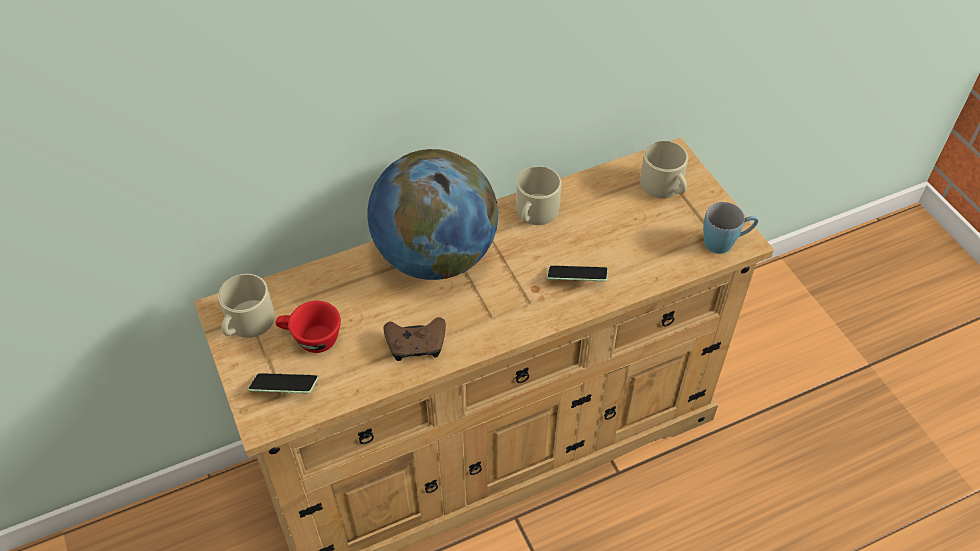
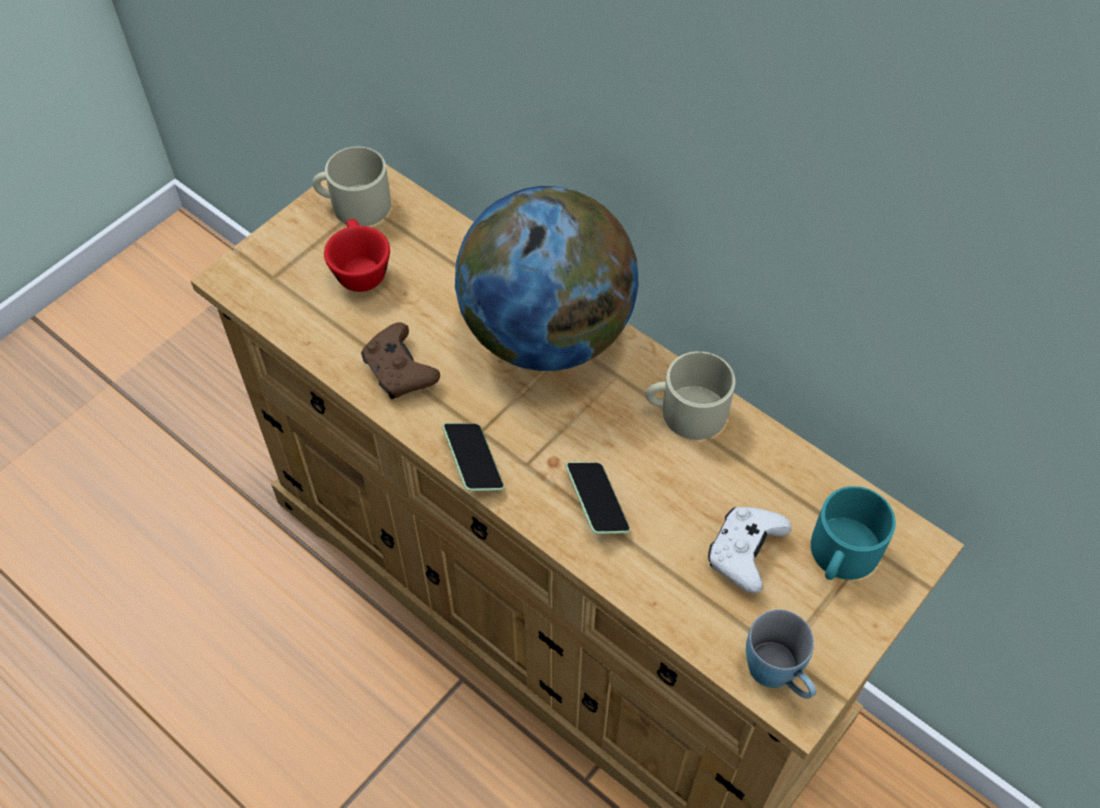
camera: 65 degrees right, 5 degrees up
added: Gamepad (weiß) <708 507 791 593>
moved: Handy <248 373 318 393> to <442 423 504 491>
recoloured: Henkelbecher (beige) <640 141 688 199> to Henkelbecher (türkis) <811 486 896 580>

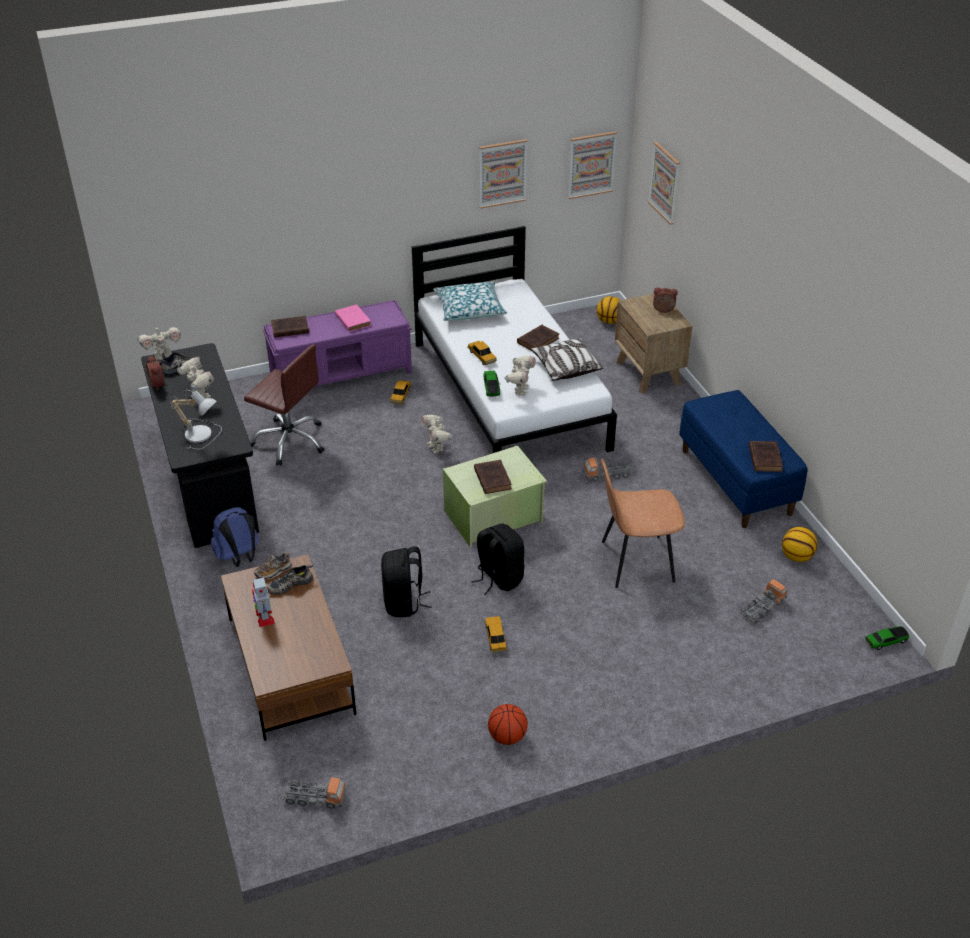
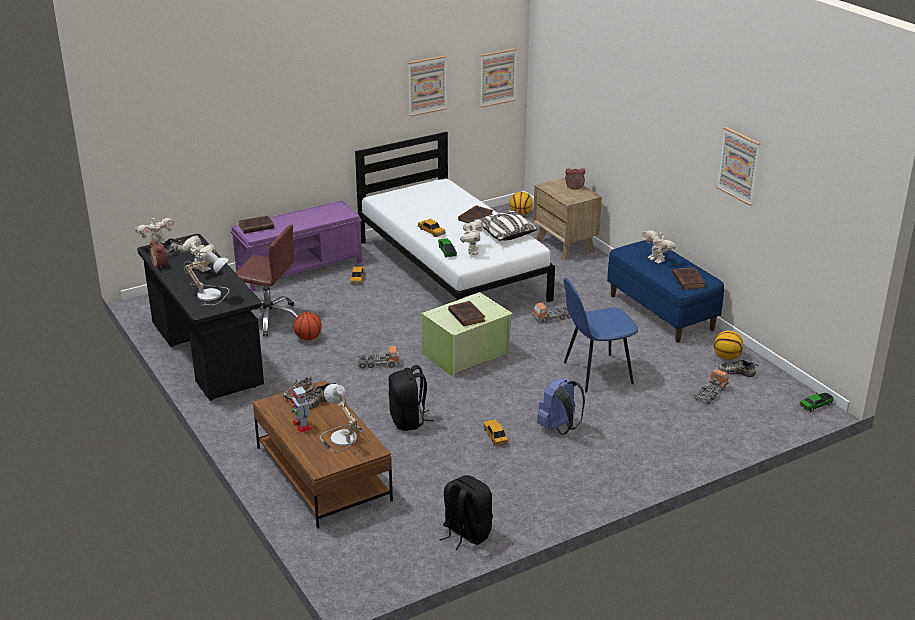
camera: 10 degrees left, 10 degrees down
removed: Buch (rosa) <335 305 371 332>; Kissen <433 282 507 321>
added: Tischlampe <320 384 363 453>; Schuh <718 360 759 377>
moved: Rucksack (blau) <211 507 259 567> to <537 378 585 435>; Spielzeuglaster <282 777 347 809> to <357 346 400 369>; Spielzeugroboter <421 415 453 453> to <642 229 677 263>; Rucksack (schwarz) <471 523 525 595> to <439 475 493 551>; Basketball <488 704 528 745> to <294 312 322 340>; Bild <648 142 680 225> to <717 127 760 205>
recoloured: Stuhl (braun) <601 458 685 588> to Stuhl (blau) <564 278 638 392>

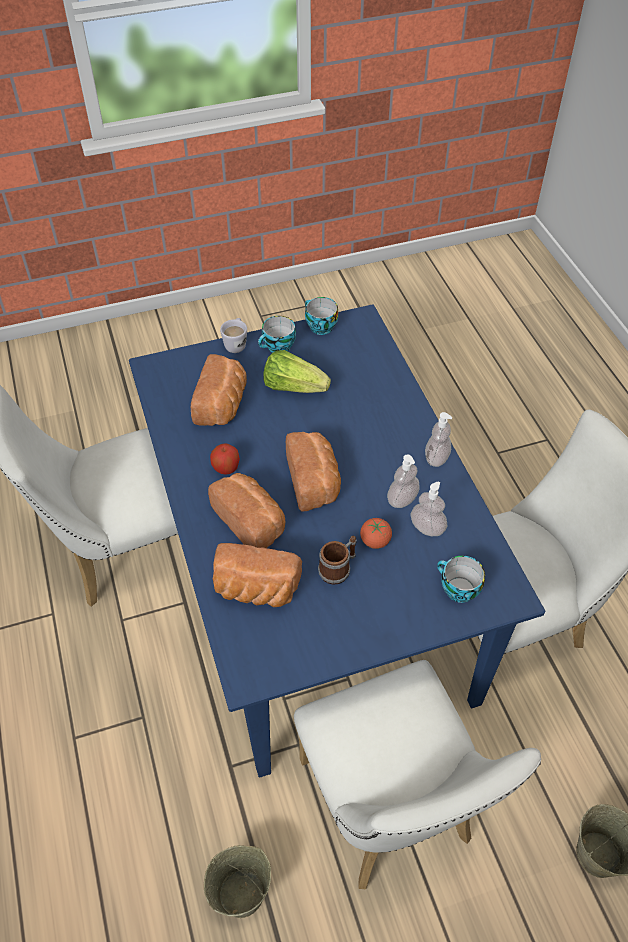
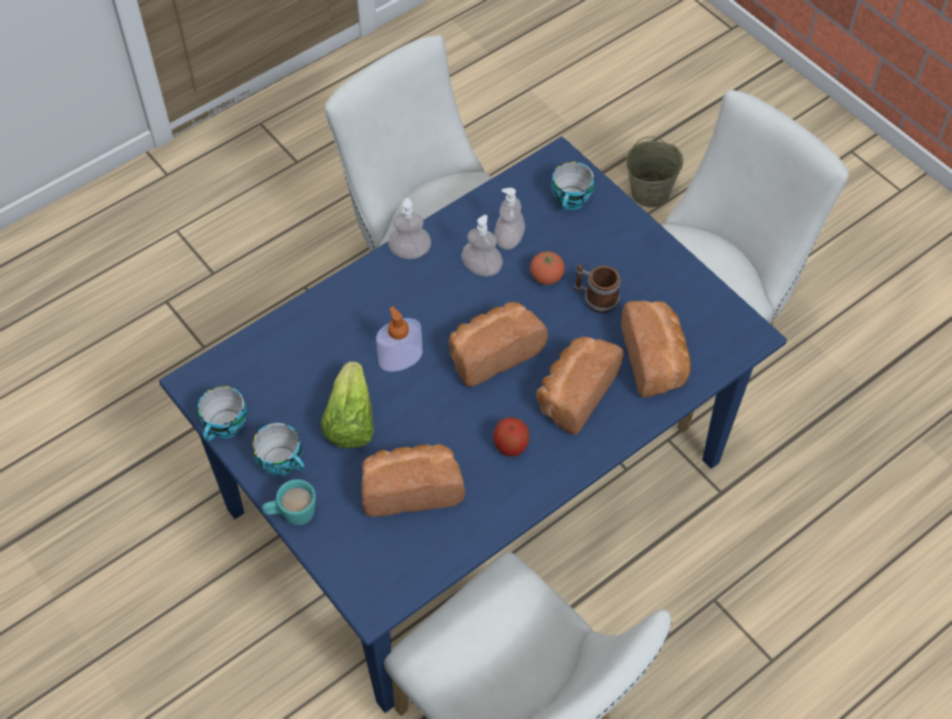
camera: 110 degrees left, 5 degrees up
removed: Eimer (beige) <204 845 271 918>
added: Seifenspender <376 306 423 372>
recoloured: Henkelbecher (weiß) <220 318 247 353> to Henkelbecher (türkis) <262 479 316 526>

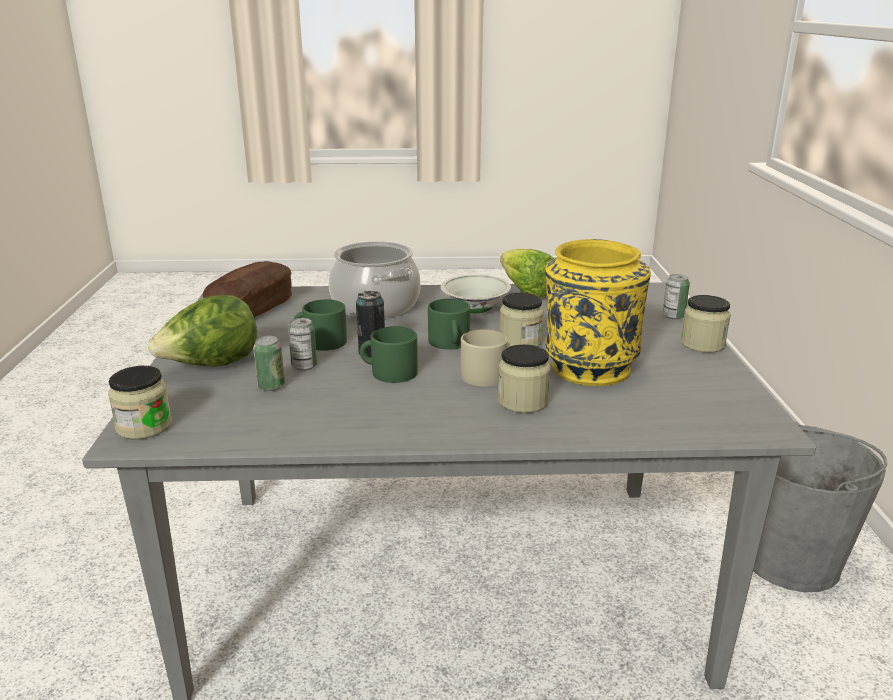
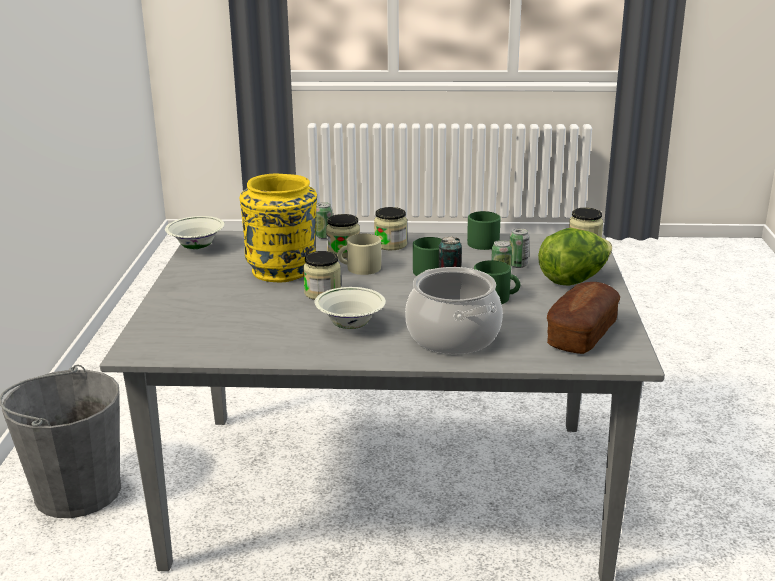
camera: 175 degrees left, 0 degrees up
removed: Salatkopf <500 249 554 298>
added: Schüssel (weiß) <165 216 225 249>
moved: Henkelbecher (grün) <428 299 470 350> to <467 211 501 250>; Dose <663 274 690 320> to <315 202 333 239>; Vorratsglas <681 295 731 353> to <374 207 407 250>

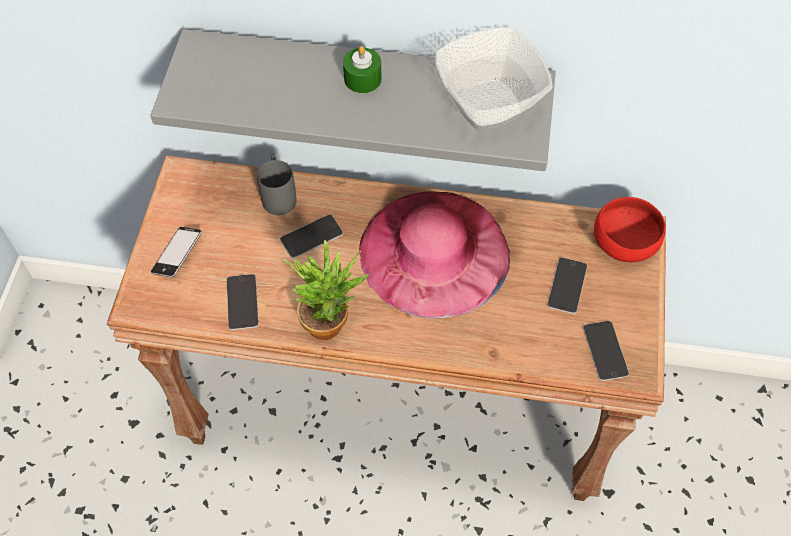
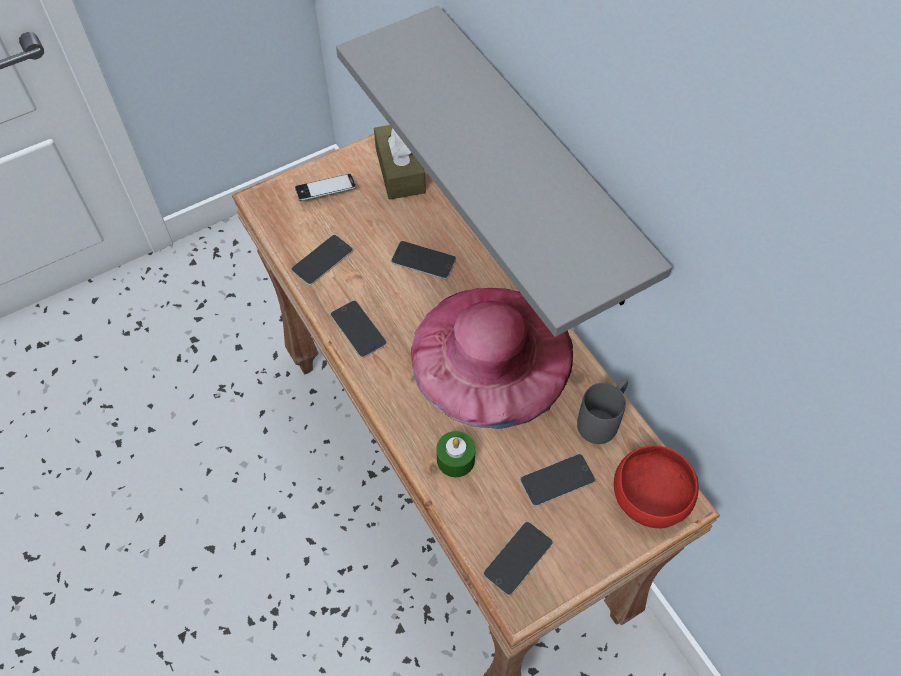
camera: 50 degrees right, 0 degrees up
removed: Schüssel <435 27 552 130>
added: Taschentuchbox (braun) <374 125 426 200>
moved: Henkelbecher (grau) <257 153 297 215> to <577 379 628 444>; Kerze (grün) <343 46 381 93> to <436 431 476 477>
replaced: Topfpflanze <283 239 370 340> to Handy <330 300 387 358>

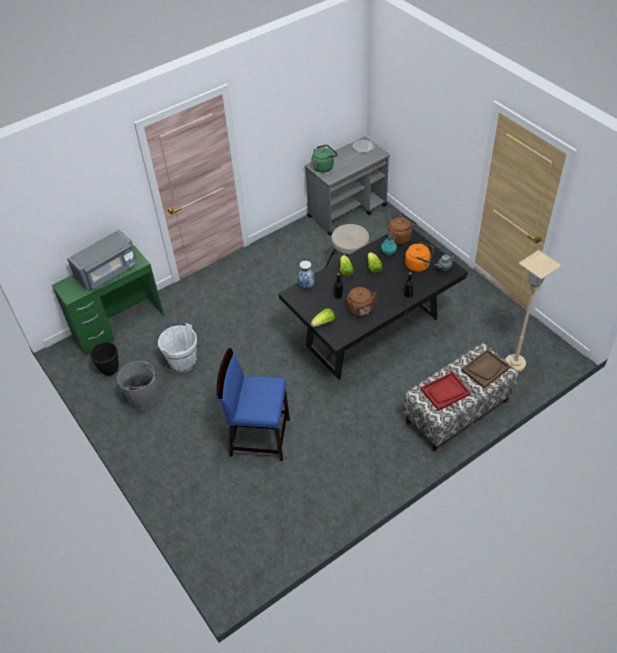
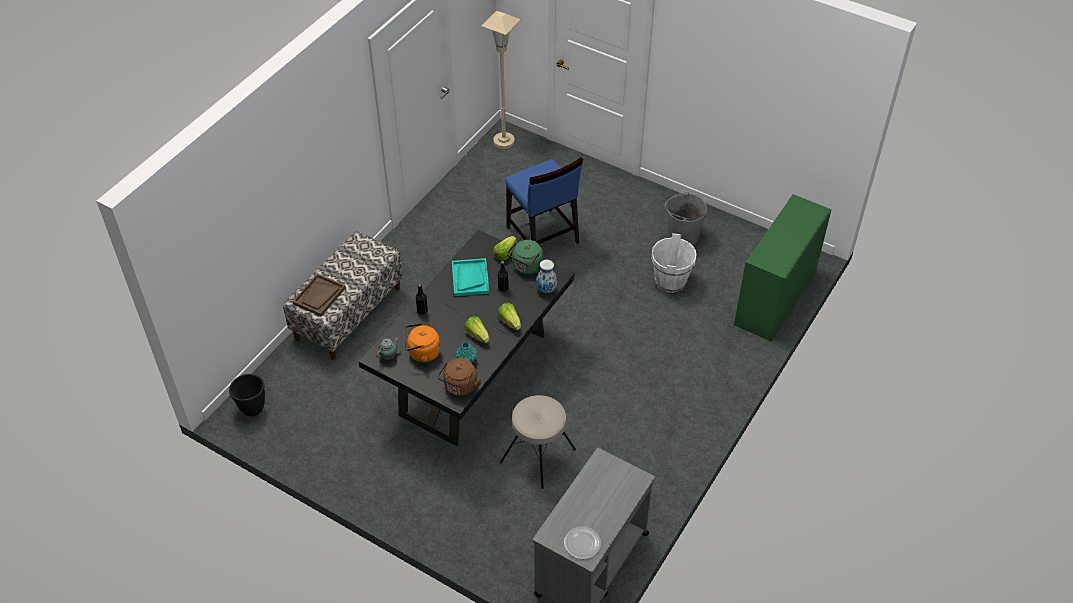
camera: 155 degrees right, 0 degrees up
removed: Mikrowelle (grau) <67 230 137 290>; Tablett (rot) <421 372 471 411>
moved: Pflanzkübel (schwarz) <90 342 119 376> to <229 374 265 416>; Wasserkessel (grün) <312 145 338 172> to <507 240 543 275>; Stehlampe (beige) <505 250 562 372> to <481 11 521 149>
replaced: Wasserkessel (braun) <347 287 377 317> to Tablett (türkis) <452 258 490 296>
turned: Stuhl (blau) <217 348 290 461> = <505 157 583 244> 75 degrees clockwise

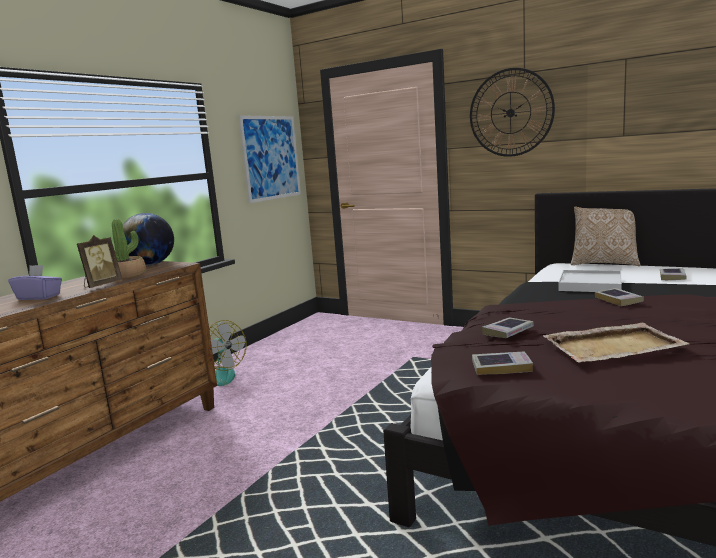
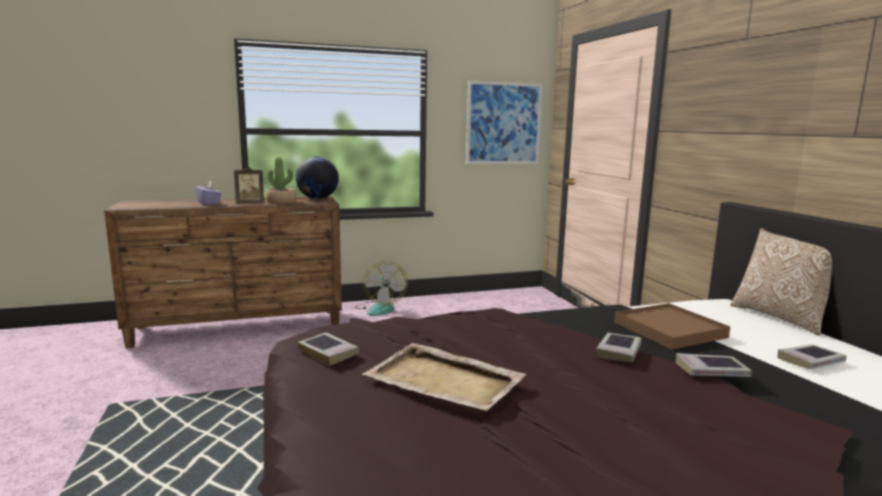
camera: 40 degrees right, 0 degrees up
removed: Wanduhr <470 68 555 157>
moved: Buch <482 318 534 338> to <676 353 752 377>
recoloured: Tablett (weiß) <558 270 622 292> to Tablett (braun) <614 303 730 350>

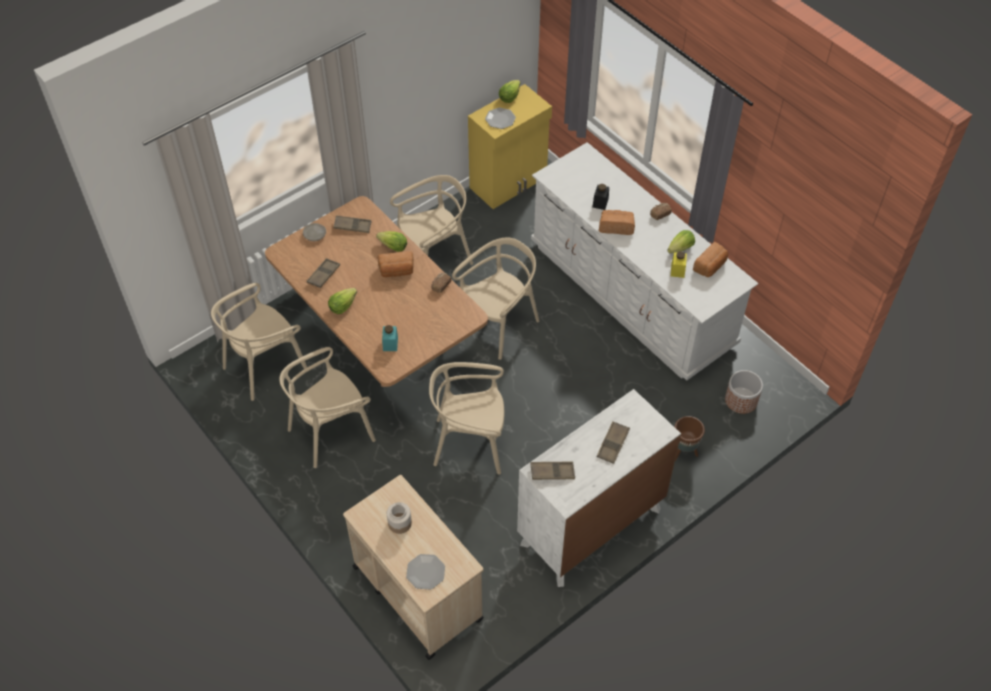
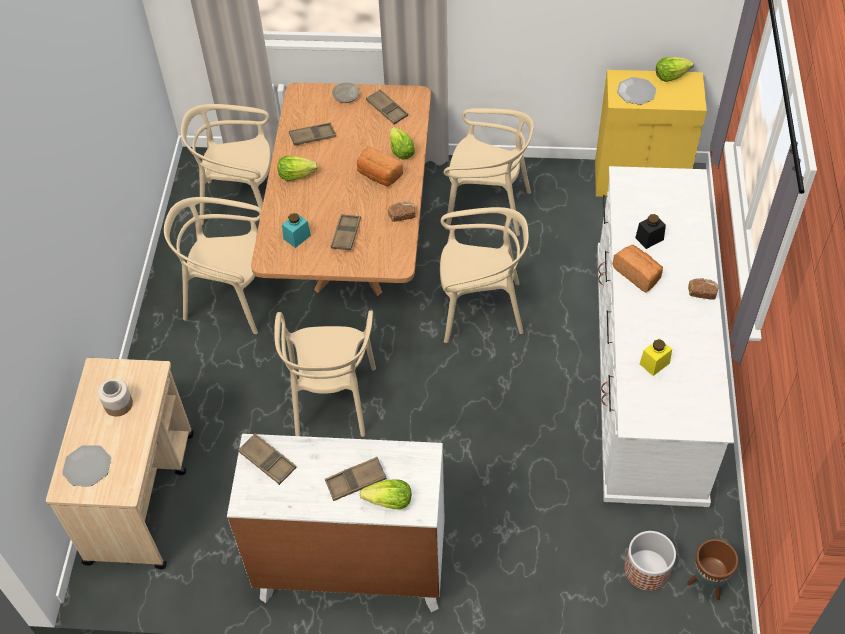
camera: 45 degrees right, 0 degrees up
removed: Brot <693 241 728 277>
added: Tablett (braun) <331 214 361 250>
moved: Salatkopf <667 230 695 254> to <360 479 411 509>; Pflanzkübel (braun) <675 416 705 461> to <687 539 738 600>
turned: Stuhl (beige) <429 362 504 474> = <274 310 376 437> 135 degrees counterclockwise

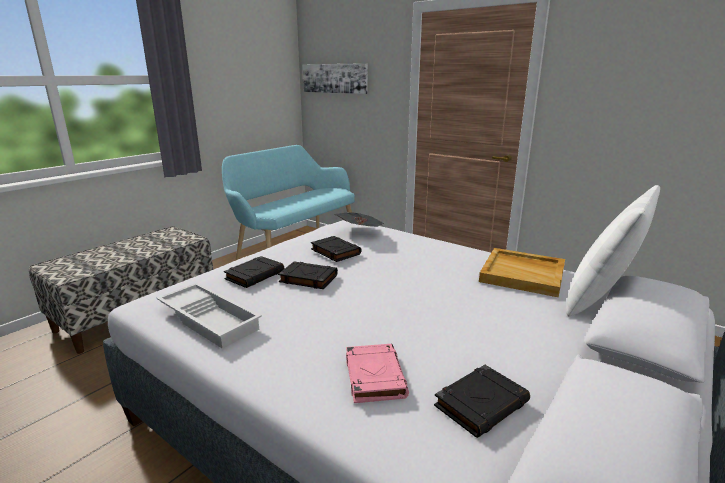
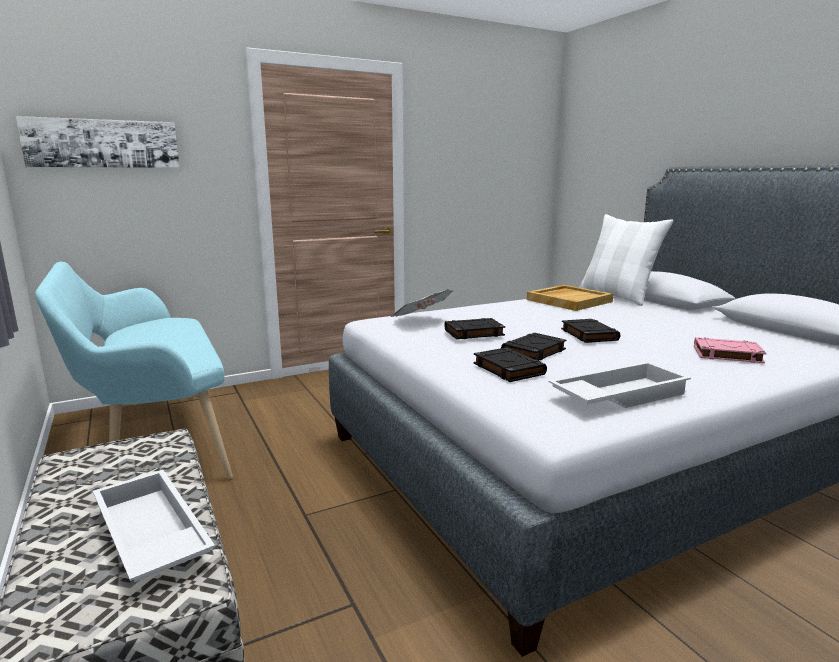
camera: 65 degrees left, 5 degrees down
added: Tablett (weiß) <93 470 215 582>
moved: Buch (schwarz) <434 365 530 438> to <561 319 620 343>

